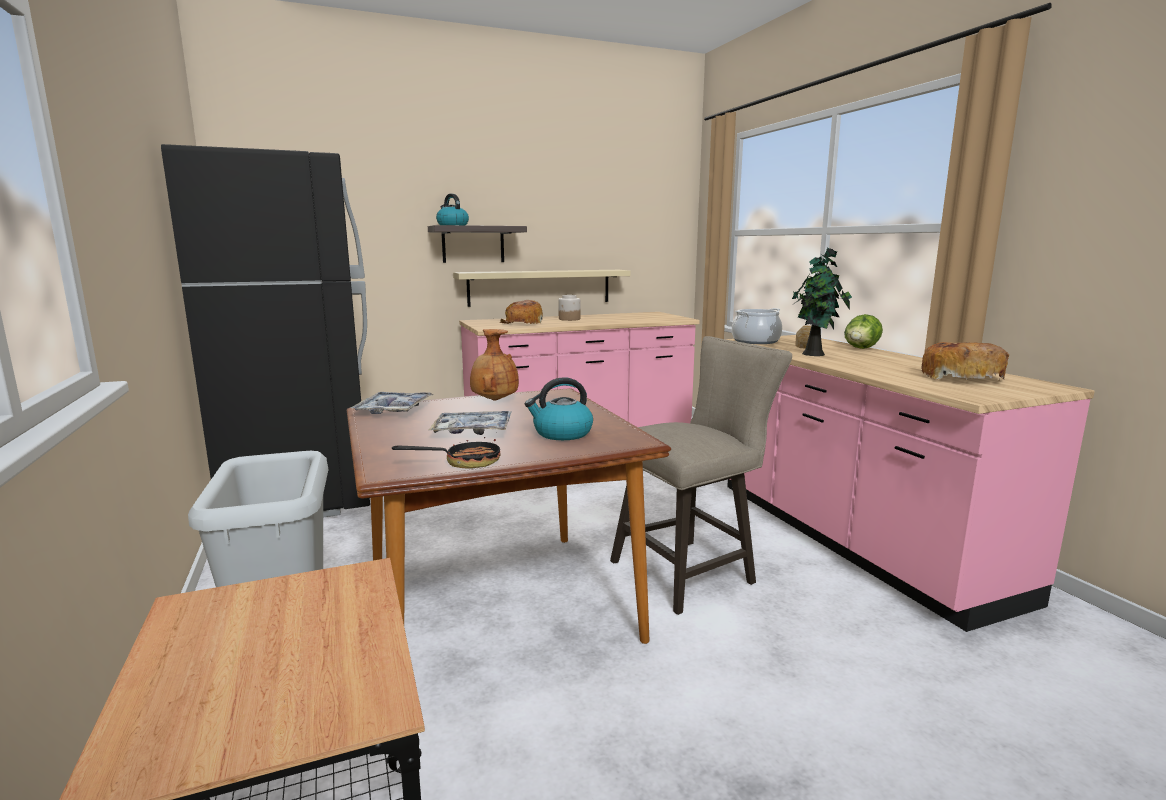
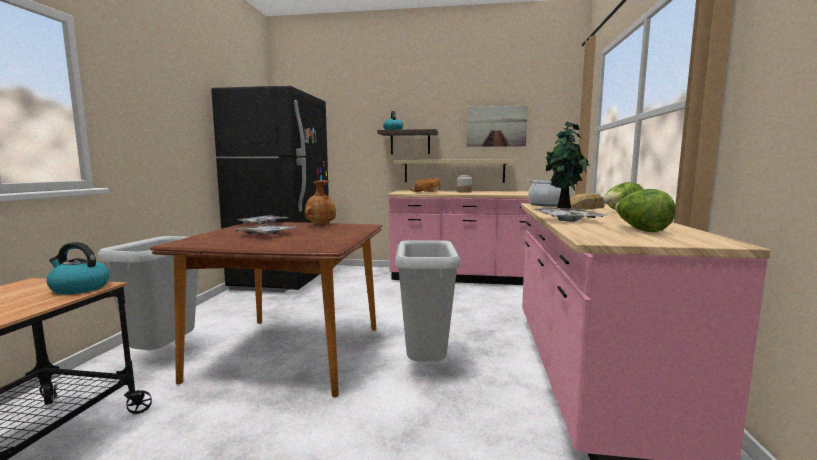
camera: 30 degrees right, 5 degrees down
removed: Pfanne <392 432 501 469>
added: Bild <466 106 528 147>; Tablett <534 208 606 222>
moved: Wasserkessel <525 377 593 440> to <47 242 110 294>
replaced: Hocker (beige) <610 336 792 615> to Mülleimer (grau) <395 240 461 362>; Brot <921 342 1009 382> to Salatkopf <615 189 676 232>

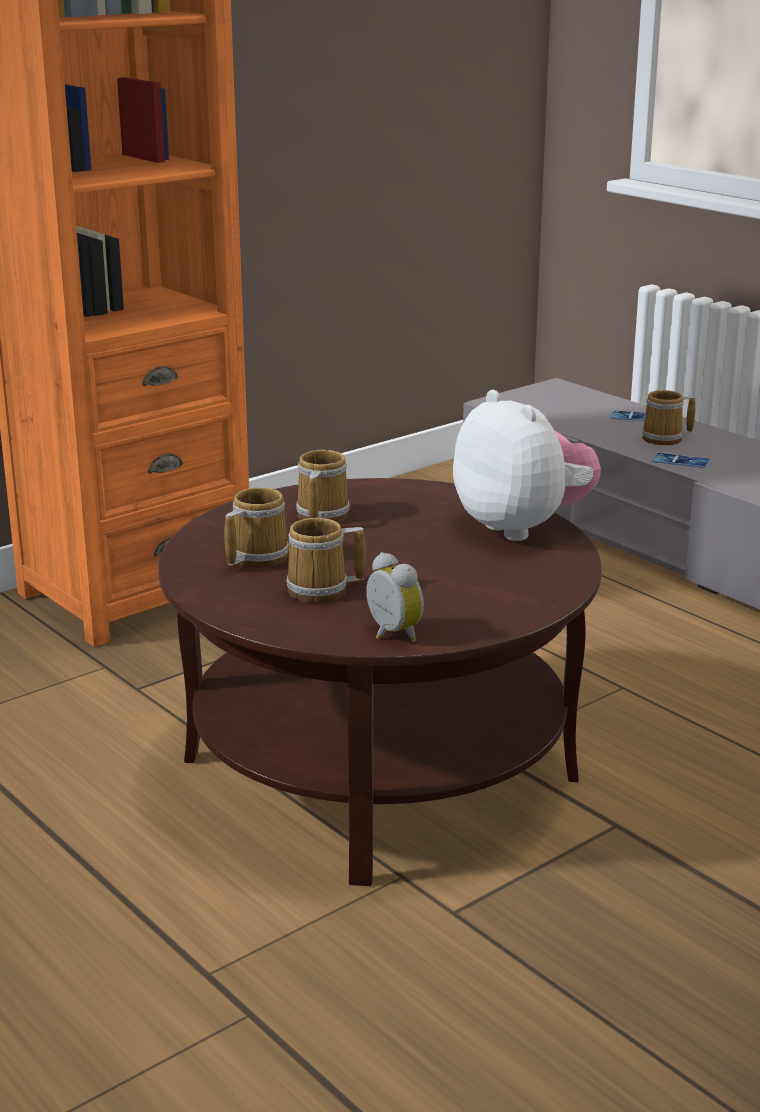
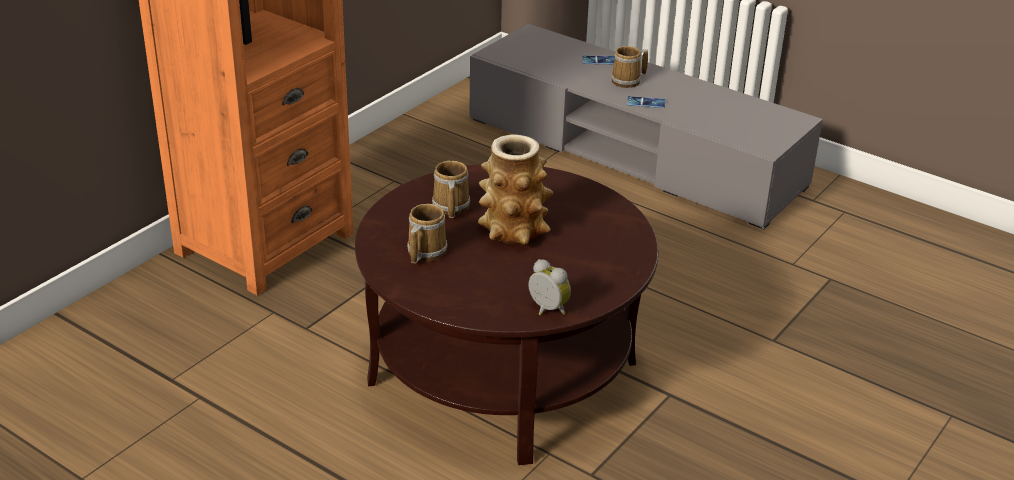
camera: 15 degrees left, 10 degrees up
removed: Henkelbecher <286 518 366 603>; Plüschtier <453 390 601 541>
added: Vase <478 134 554 245>

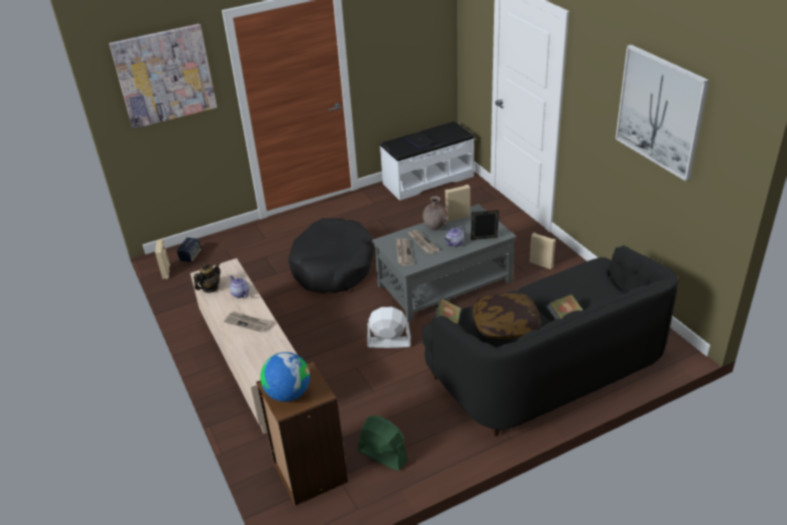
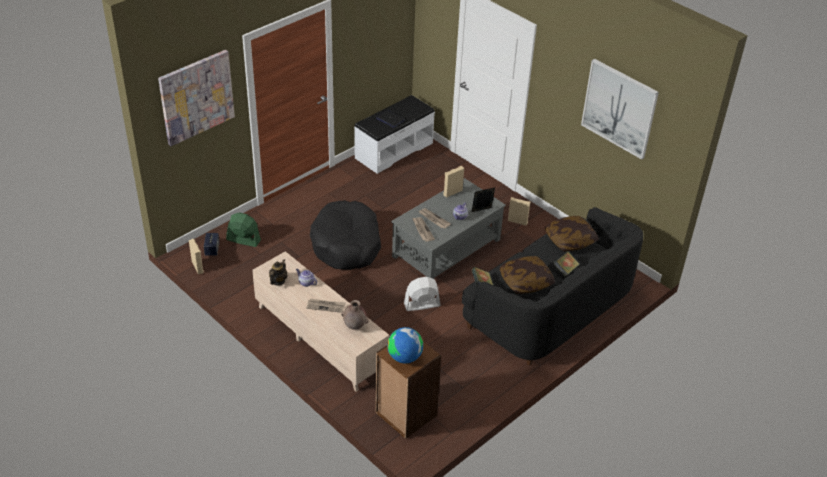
camera: 20 degrees left, 5 degrees up
added: Kissen <545 216 599 251>
moved: Ventilator (grün) <358 416 408 471> to <226 212 261 247>; Vase (braun) <422 196 448 230> to <341 300 369 330>

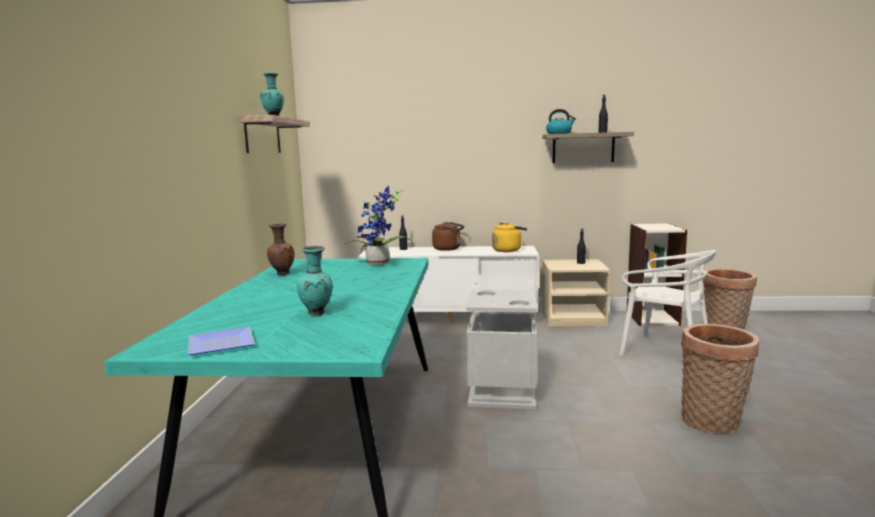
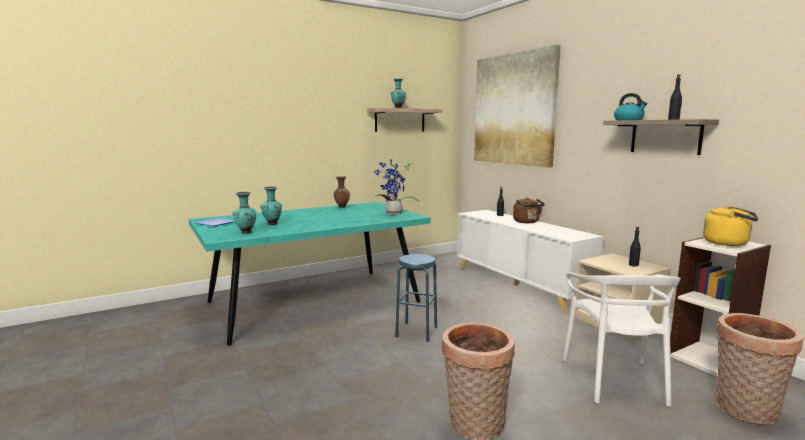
camera: 55 degrees right, 0 degrees up
added: Vase (türkis) <233 192 256 234>; Bild <474 45 561 167>
moved: Wasserkessel (gelb) <492 222 527 252> to <703 206 758 246>
replaced: Mülleimer (grau) <466 289 537 410> to Hocker (blau) <395 254 437 342>

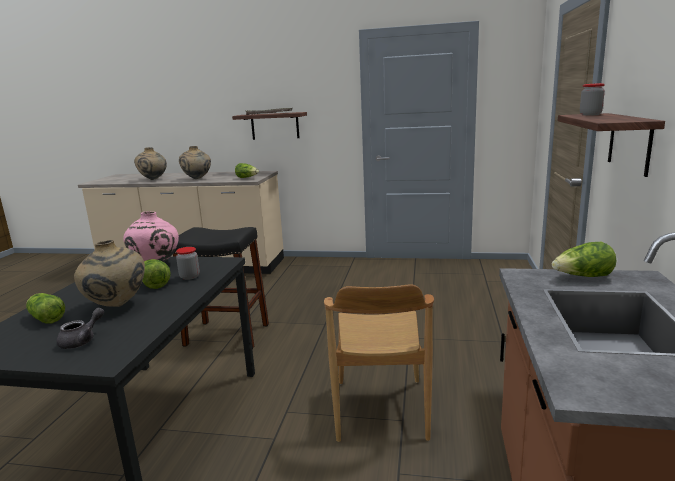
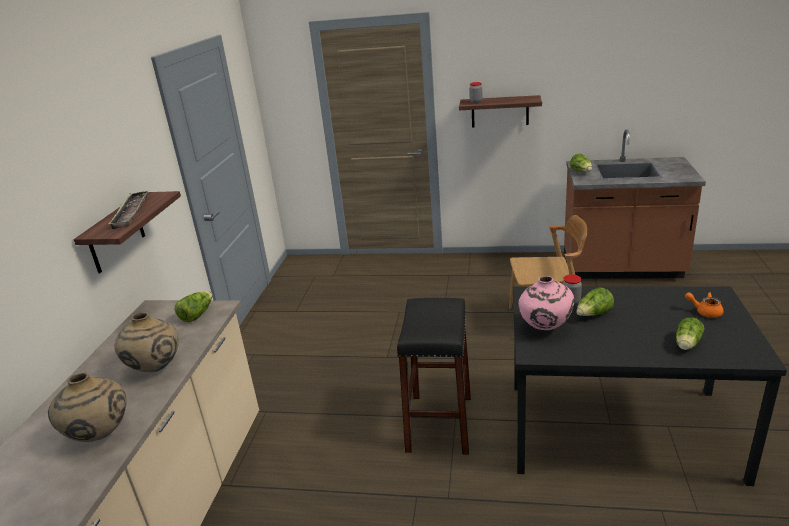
camera: 90 degrees left, 10 degrees up
removed: Vase (beige) <74 240 145 307>
recoloured: Teekanne (grau) <57 308 104 349> to Teekanne (orange) <685 292 724 318>

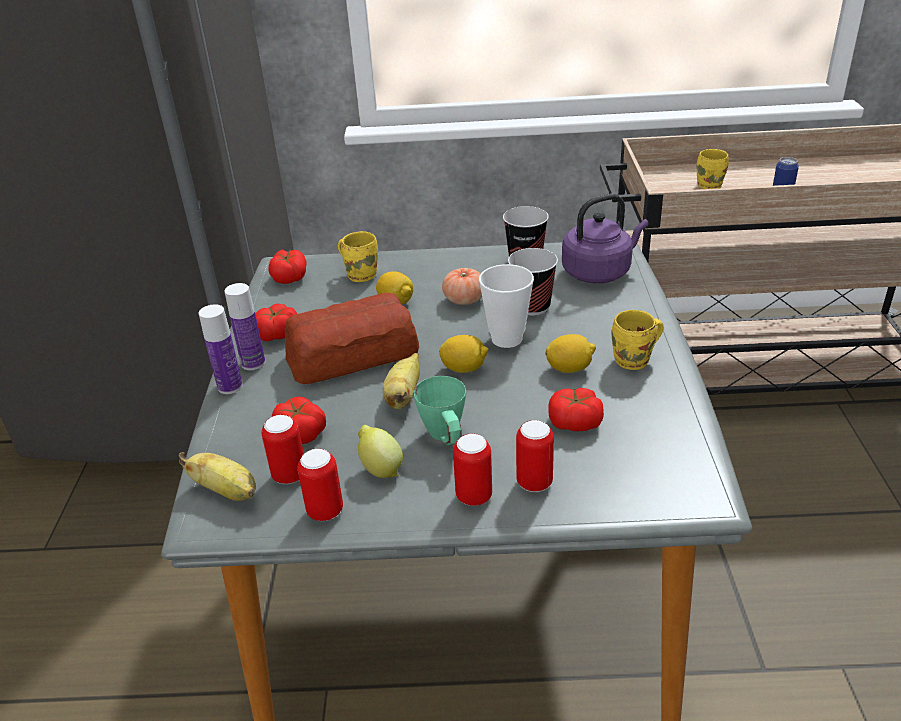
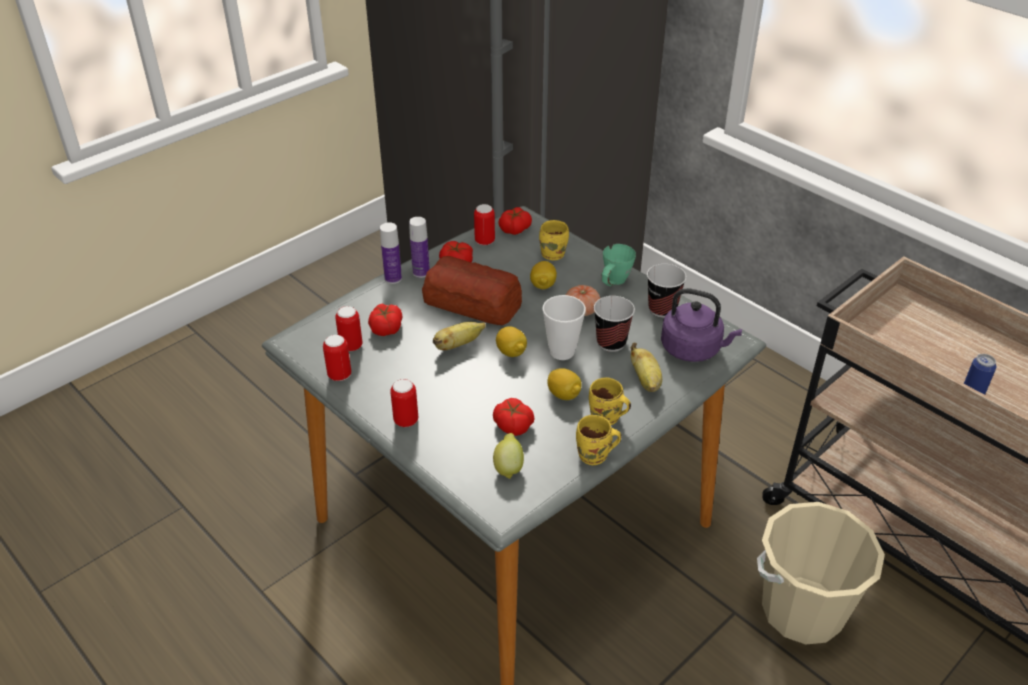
camera: 45 degrees right, 5 degrees up
added: Eimer (beige) <757 502 885 645>
moved: Banane <179 452 256 501> to <631 343 662 392>; Zitrone <358 425 403 478> to <493 433 524 479>; Henkelbecher (grün) <413 376 466 446> to <602 244 636 286>; Dose <516 420 554 492> to <474 204 495 245>; Henkelbecher (gelb) <697 149 729 189> to <576 415 622 465>

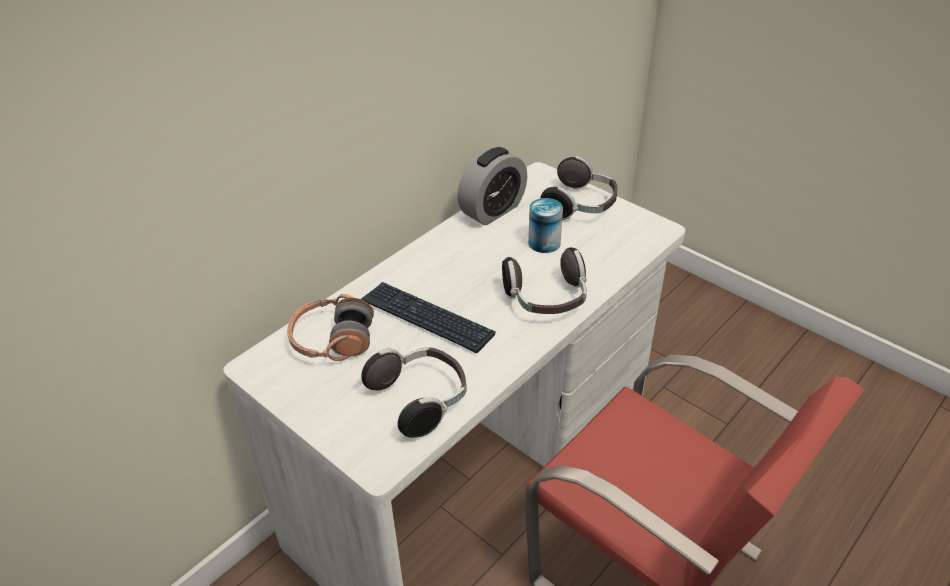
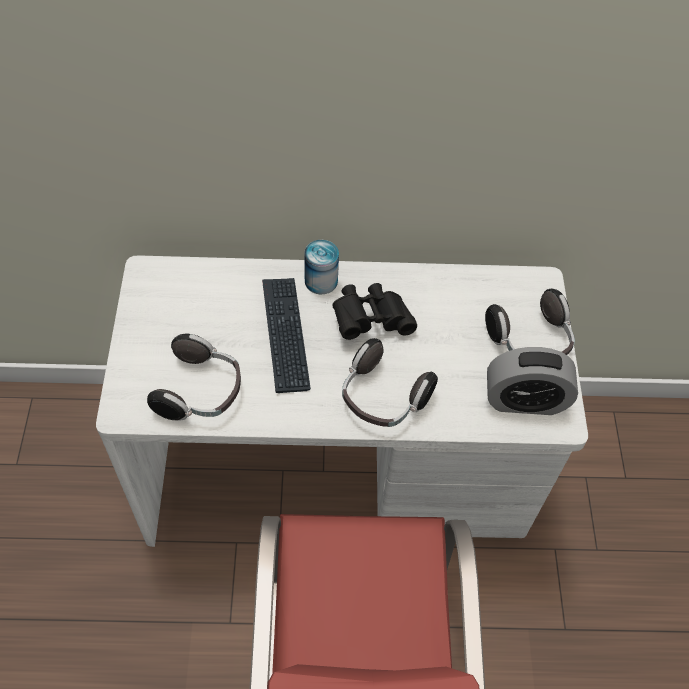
camera: 45 degrees right, 15 degrees up
removed: Kopfhörer <287 294 374 361>
added: Fernglas (schwarz) <332 283 417 340>
moved: Wecker <457 147 527 226> to <487 347 578 415>; Dose <528 198 563 253> to <304 240 339 294>

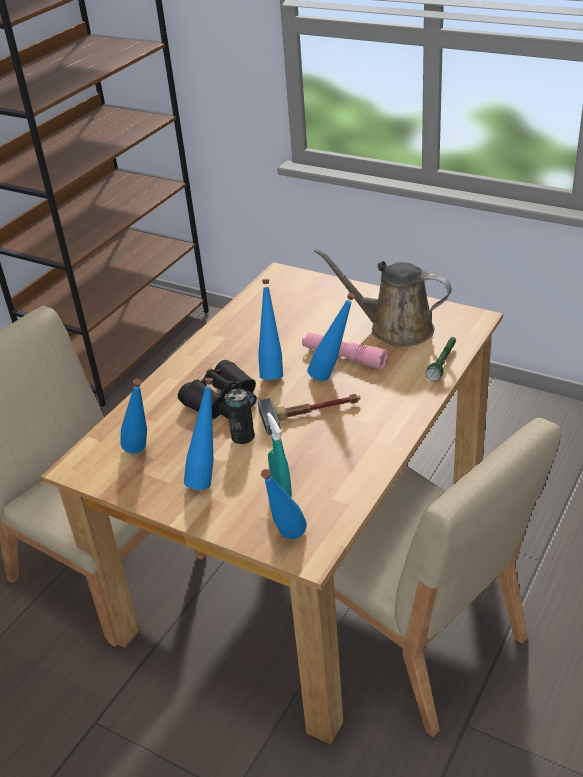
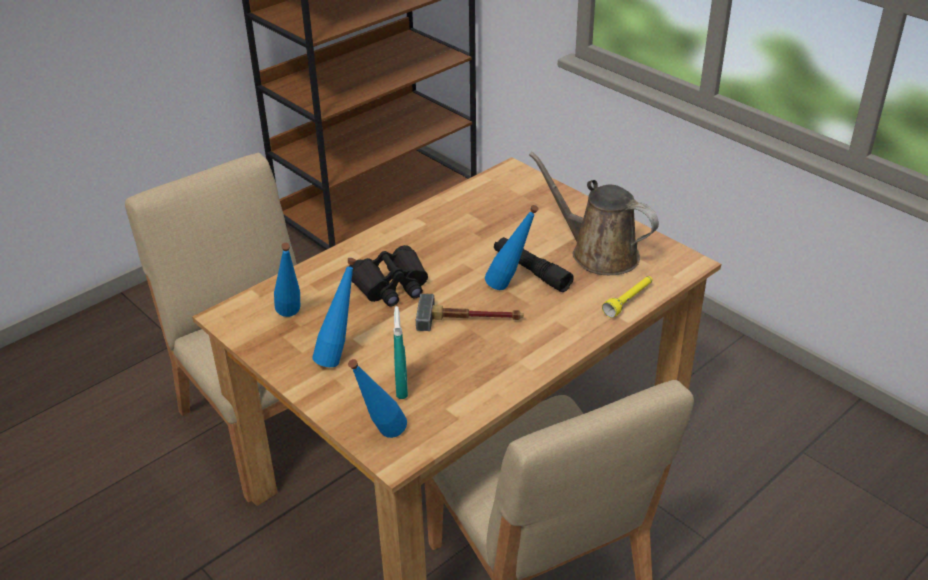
camera: 15 degrees right, 0 degrees up
removed: Dose <226 388 255 444>; Flasche (blau) <258 279 283 380>
recoloured: Taschenlampe (rosa) <302 333 388 369> to Taschenlampe (schwarz) <494 237 574 292>; Taschenlampe (grün) <425 337 456 381> to Taschenlampe (gelb) <602 276 652 318>

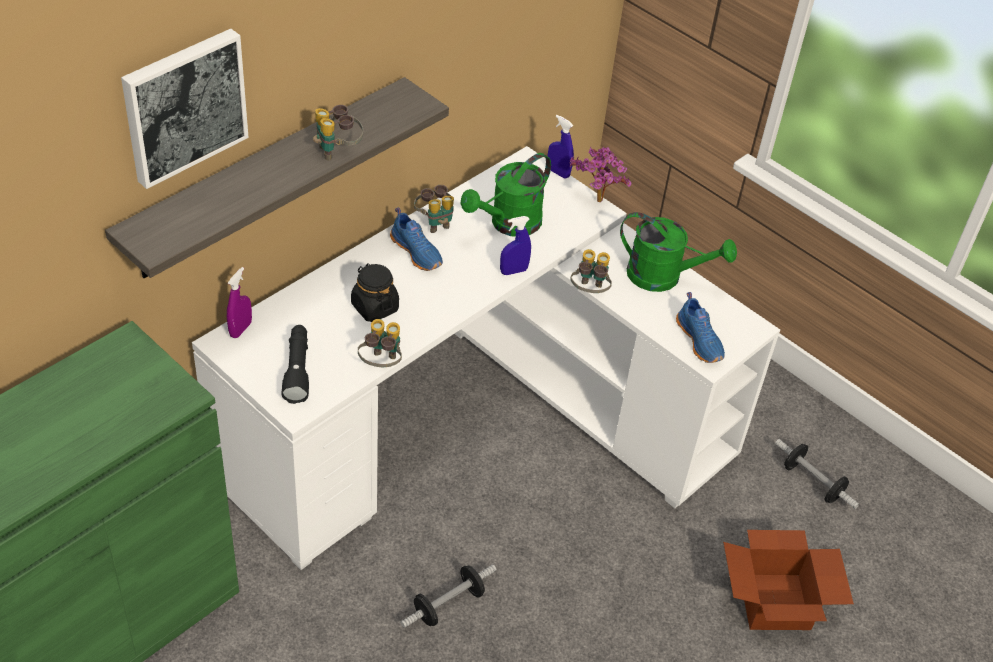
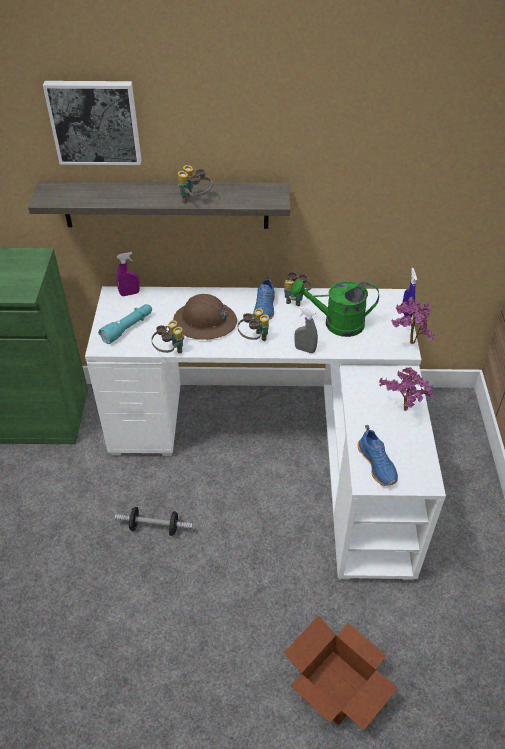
camera: 50 degrees right, 0 degrees up
removed: Hantel <775 439 859 509>
moved: Fernglas <570 249 612 293> to <238 308 269 341>
replaced: Vorratsglas (schwarz) <351 263 399 322> to Schutzhelm (braun) <173 294 237 340>; Gießkanne (grün) <620 212 737 292> to Topfpflanze <379 367 433 411>
recoloured: Taschenlampe (schwarz) <281 325 309 404> to Taschenlampe (türkis) <98 304 152 344>; Sprühflasche (blau) <500 216 531 275> to Sprühflasche (grau) <294 307 318 353>
turned: Schuh (blau) <676 292 725 363> = <358 425 398 486> 45 degrees counterclockwise

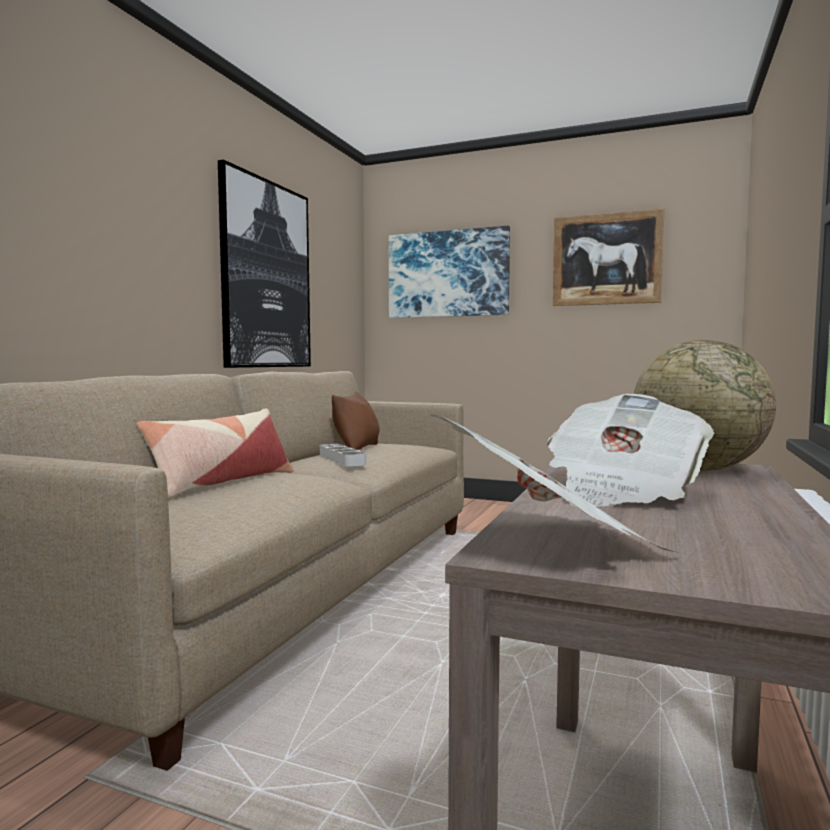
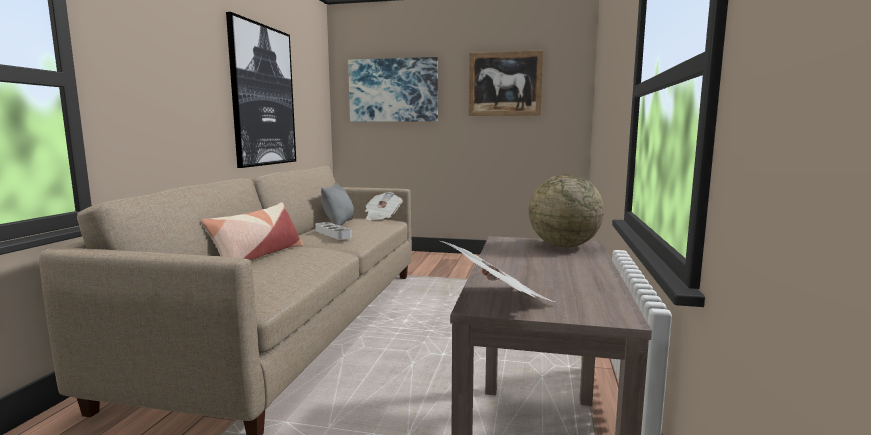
camera: 10 degrees left, 5 degrees up
moved: Zeitung <547 394 714 507> to <365 192 403 220>
recoloured: Kissen (braun) <332 391 380 450> to Kissen (grau) <321 183 354 226>

